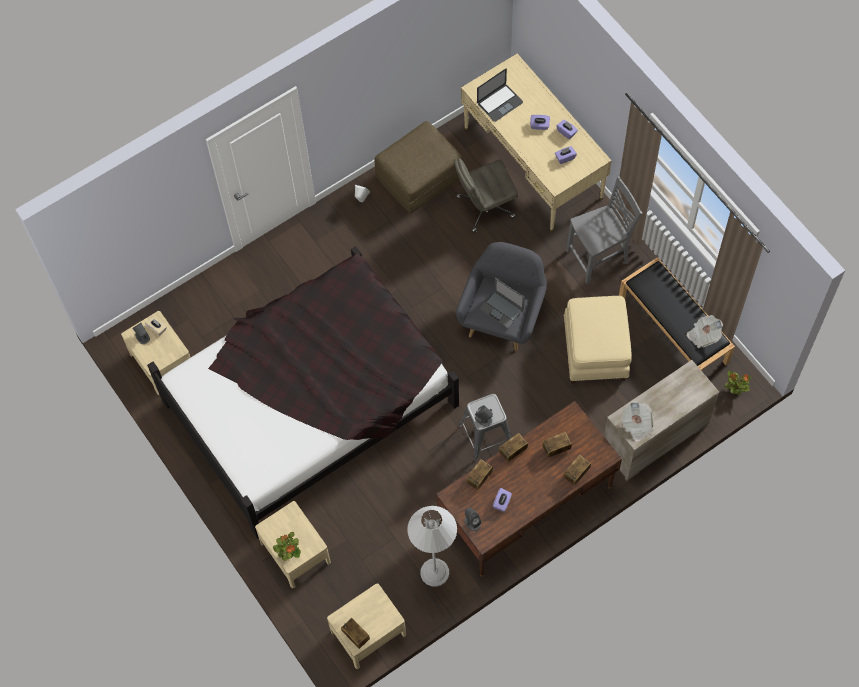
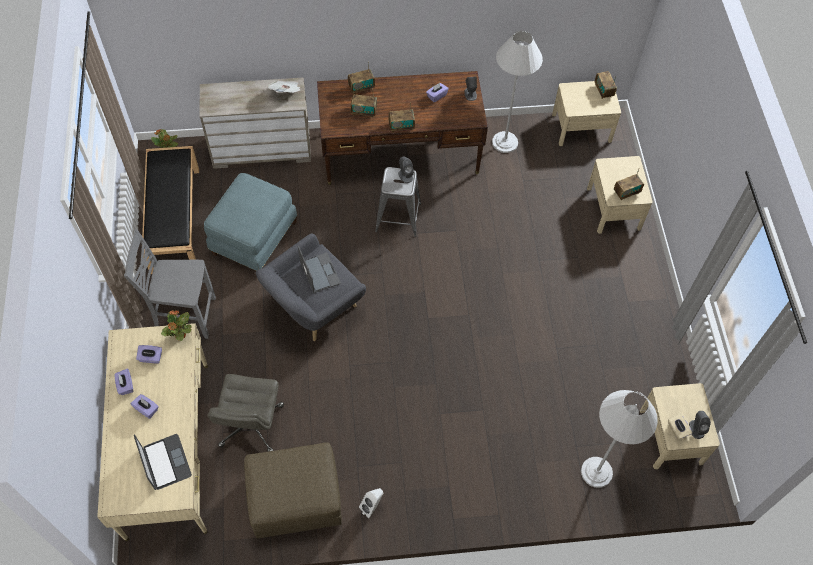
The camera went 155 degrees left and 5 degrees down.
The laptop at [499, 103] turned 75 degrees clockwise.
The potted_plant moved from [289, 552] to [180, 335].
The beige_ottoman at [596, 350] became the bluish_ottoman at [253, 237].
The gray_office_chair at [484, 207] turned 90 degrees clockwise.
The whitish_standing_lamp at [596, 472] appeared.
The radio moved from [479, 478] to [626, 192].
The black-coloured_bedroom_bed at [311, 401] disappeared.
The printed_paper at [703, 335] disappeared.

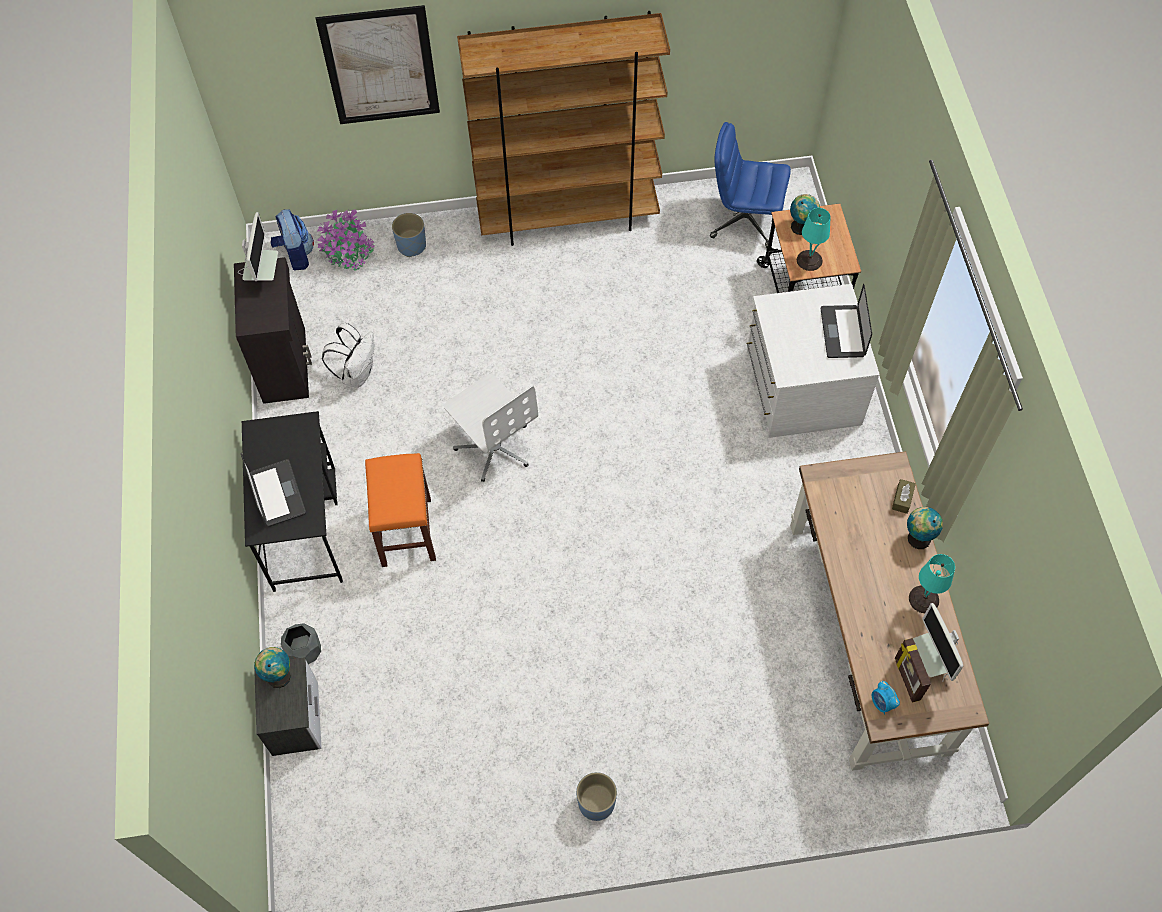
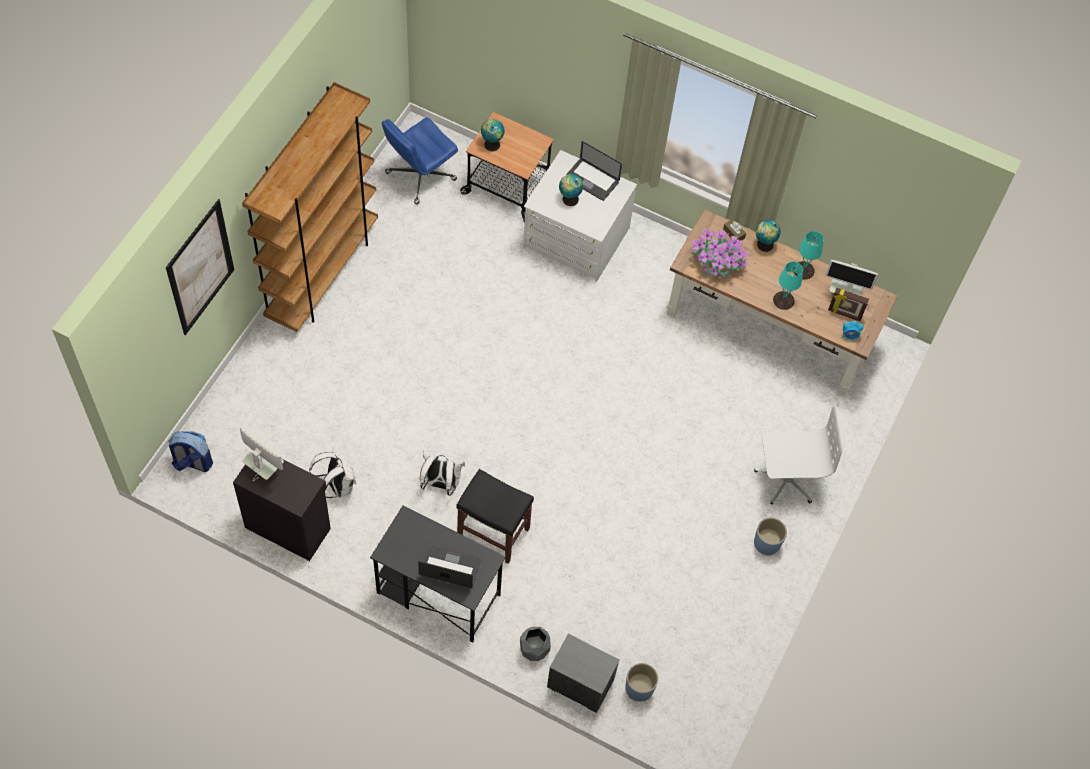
The camera went 60 degrees left and 0 degrees up.
The whitish_backpack at [441, 483] appeared.
The orange_stool at [407, 533] became the black-coloured_stool at [494, 532].
The world_globe moved from [278, 675] to [569, 199].
The bluish_plant_pot moved from [411, 245] to [639, 688].
The potted_plant moved from [348, 253] to [717, 263].
The whitish_office_chair moved from [494, 447] to [786, 478].
The turquoise_table_lamp moved from [809, 261] to [784, 300].

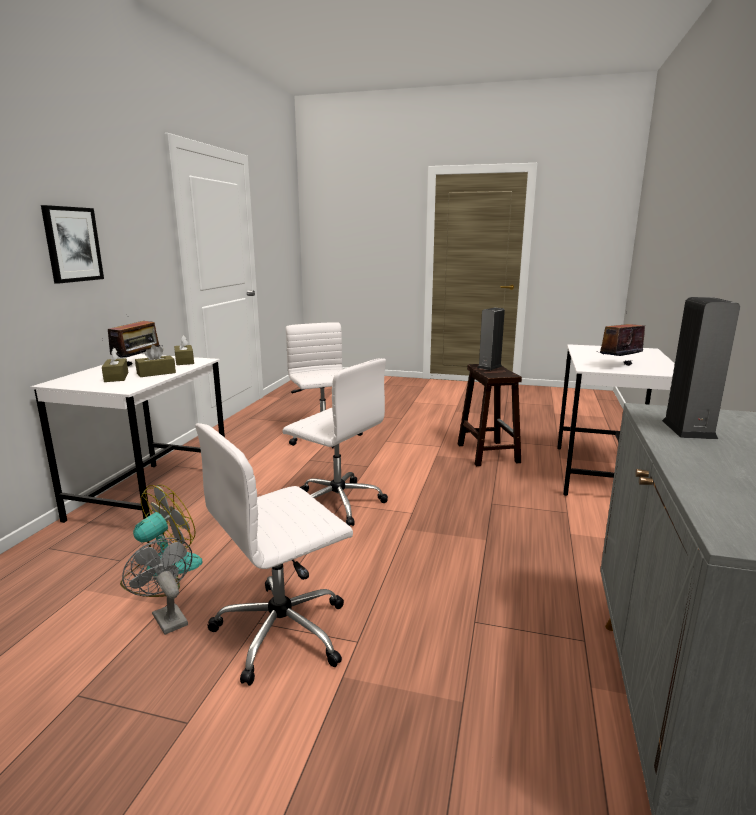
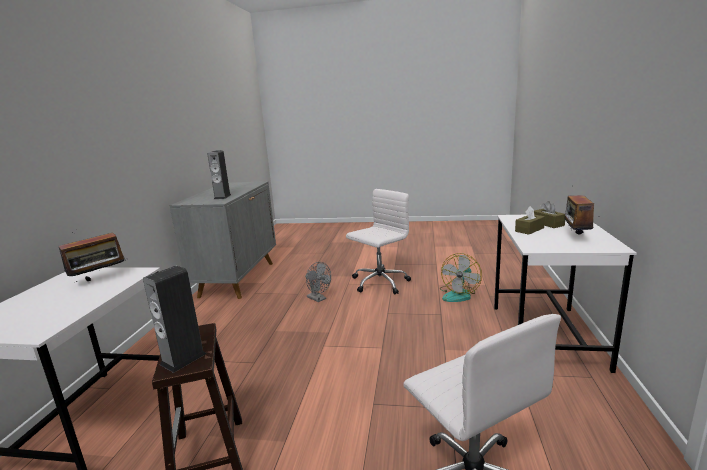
The camera went 175 degrees right and 0 degrees up.
The gray_cooling_fan moved from [166, 616] to [318, 299].
The picture at [72, 244] disappeared.
The brown-coloured_tissue_box at [184, 361] disappeared.
The whitish_office_chair at [336, 503] disappeared.

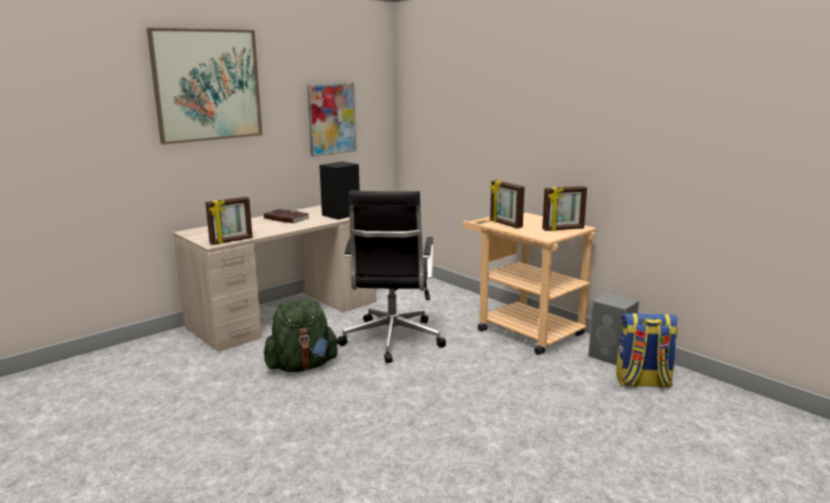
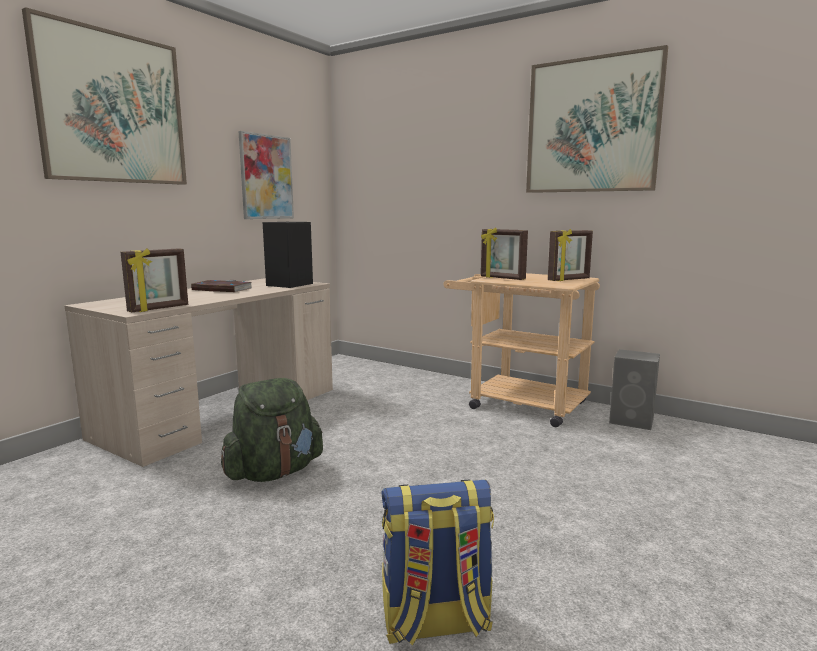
The camera went 15 degrees left and 5 degrees down.
The backpack moved from [642, 382] to [435, 622].
The picture at [592, 126] appeared.
The black-coloured_office_chair at [392, 340] disappeared.

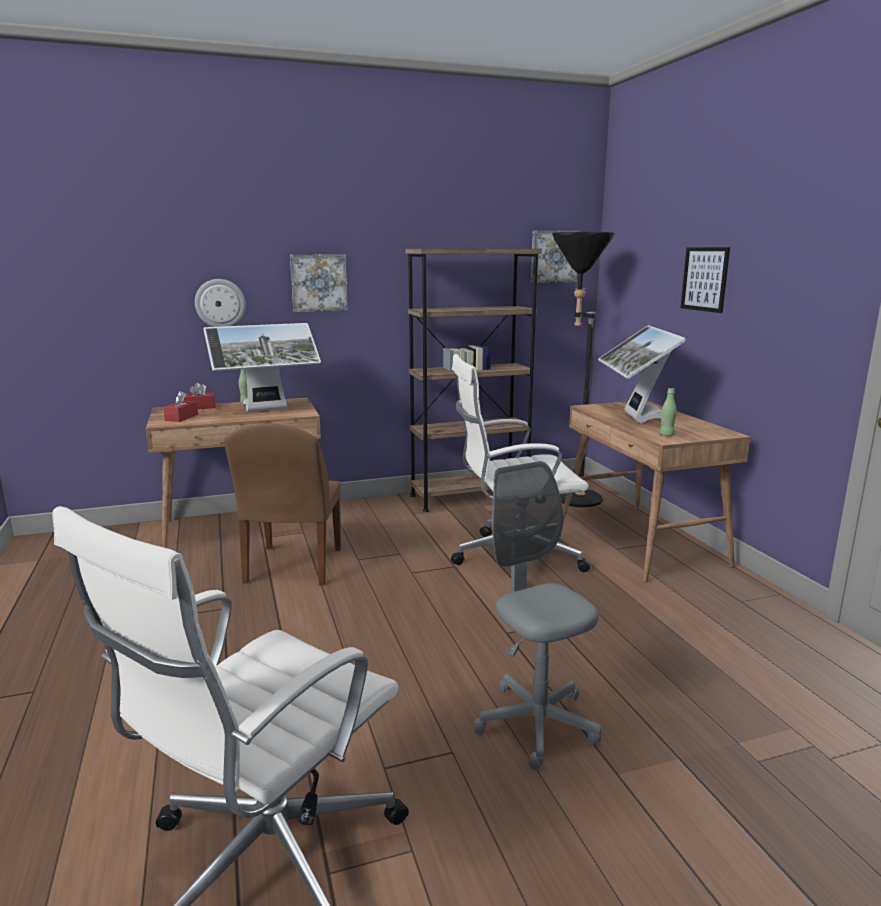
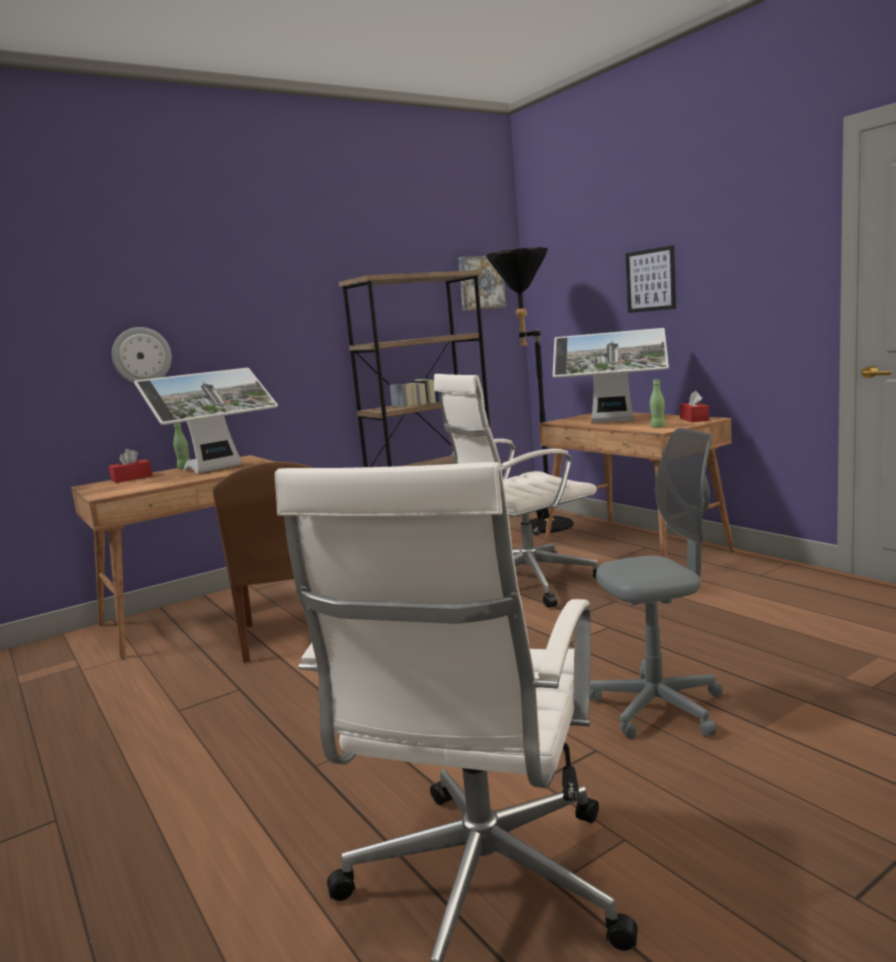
The camera went 15 degrees left and 5 degrees down.
The monitor at [635, 418] turned 60 degrees counterclockwise.
The gray_office_chair at [536, 724] turned 120 degrees clockwise.
The red-coloured_tissue_box moved from [181, 417] to [694, 419].
The picture at [319, 283] disappeared.

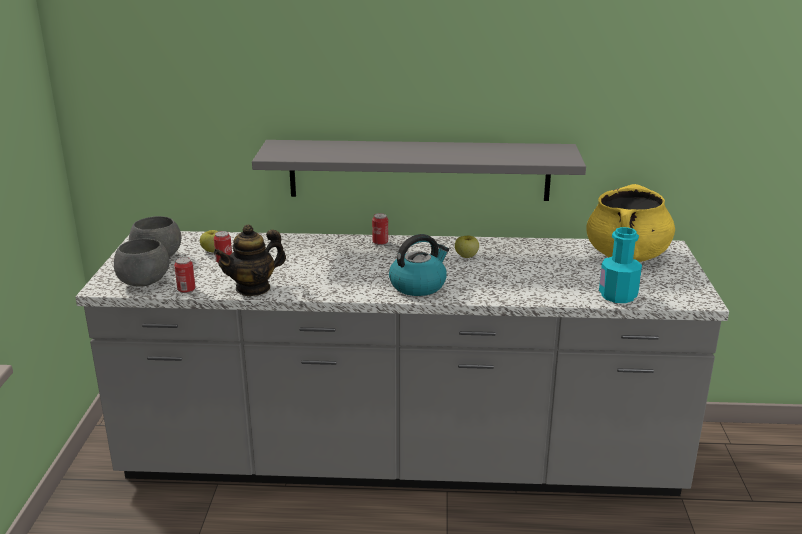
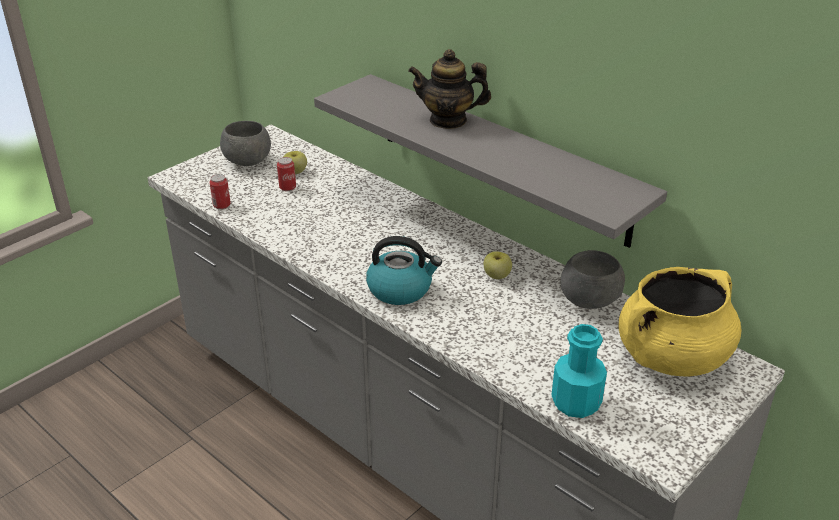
The camera went 40 degrees right and 10 degrees up.
The pot_for_tea moved from [253, 288] to [448, 120].
The gray_deep_dish moved from [145, 283] to [590, 302].
The metal_can at [380, 242] disappeared.

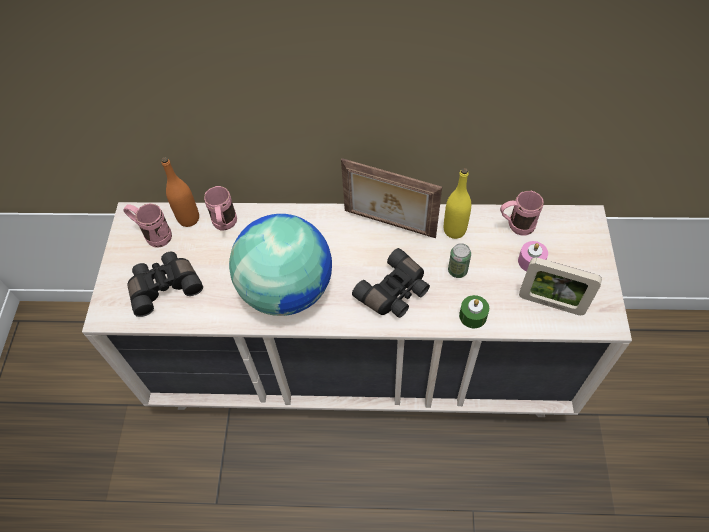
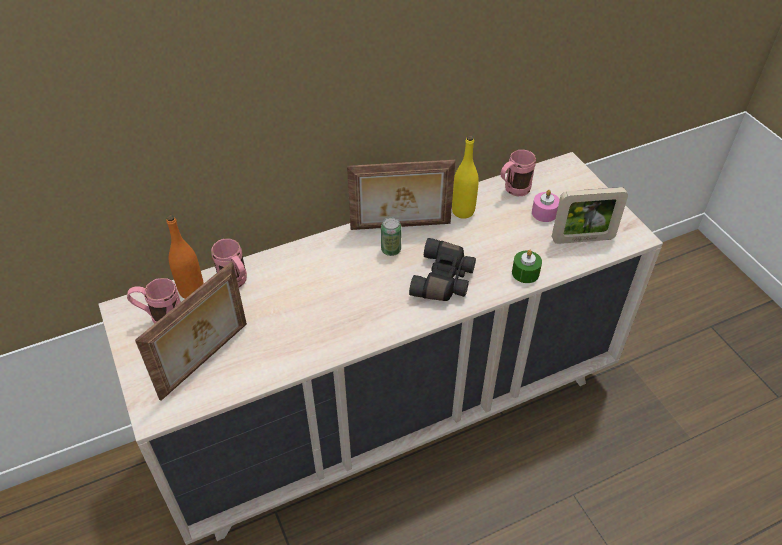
The camera went 30 degrees left and 10 degrees down.
The black-coloured_binoculars at [164, 286] was replaced by the photo_frame at [206, 361].
The metal_can moved from [457, 270] to [391, 250].
The world_globe at [287, 289] disappeared.

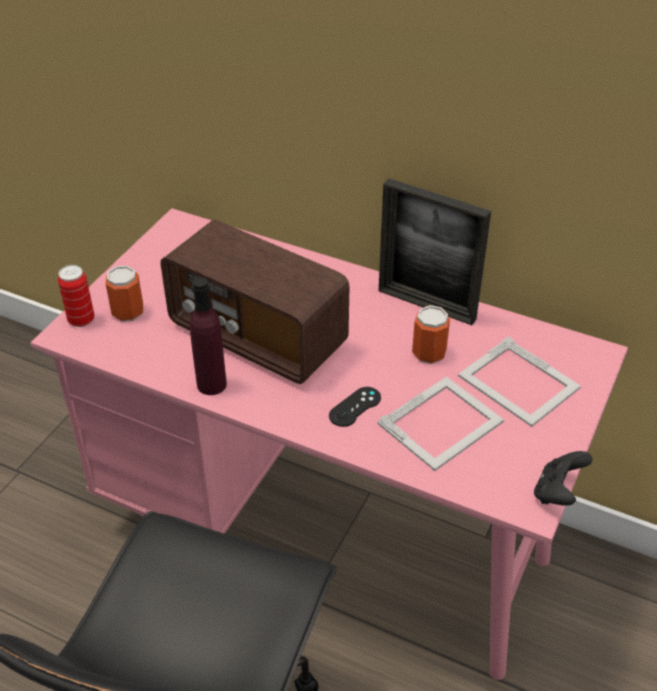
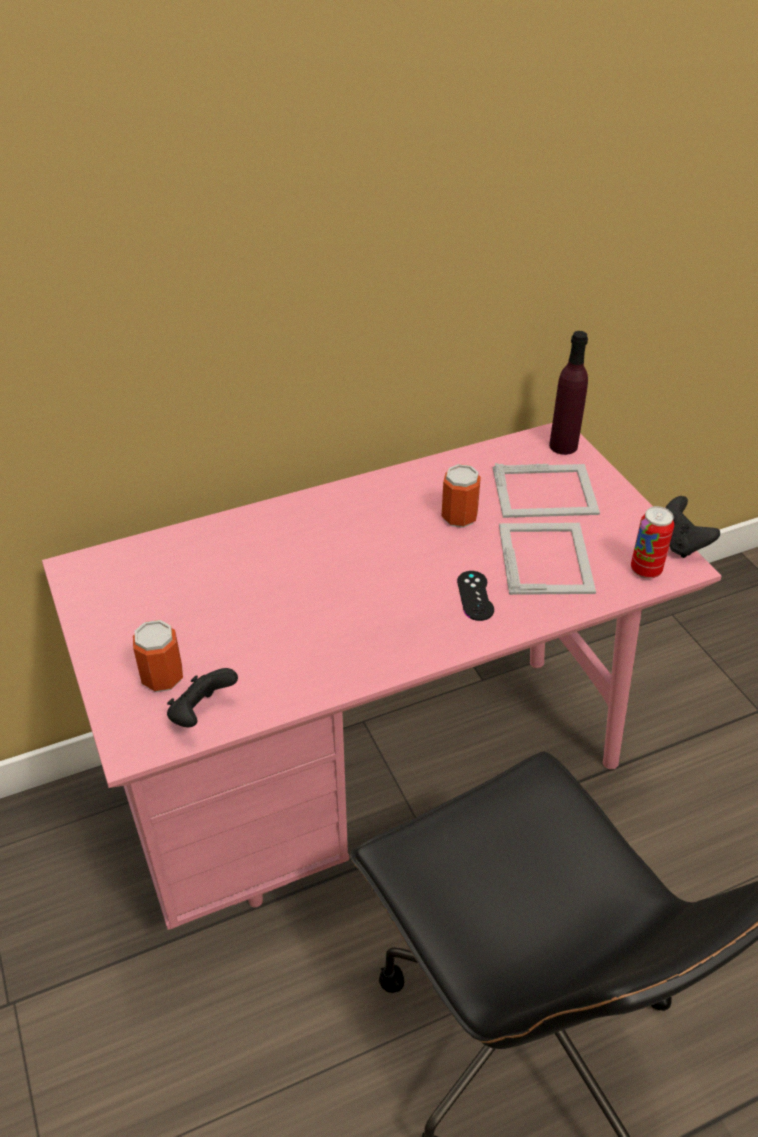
The camera went 50 degrees left and 0 degrees up.
The black-coloured_gamepad at [201, 713] appeared.
The purple_bottle moved from [211, 384] to [563, 446].
The metal_can moved from [81, 320] to [645, 570].
The radio at [258, 336] disappeared.
The photo_frame at [426, 305] disappeared.

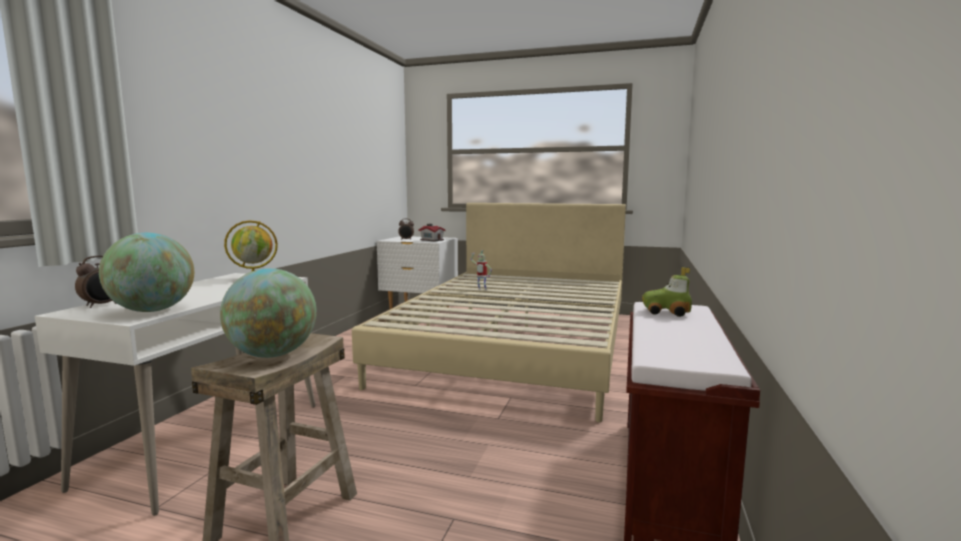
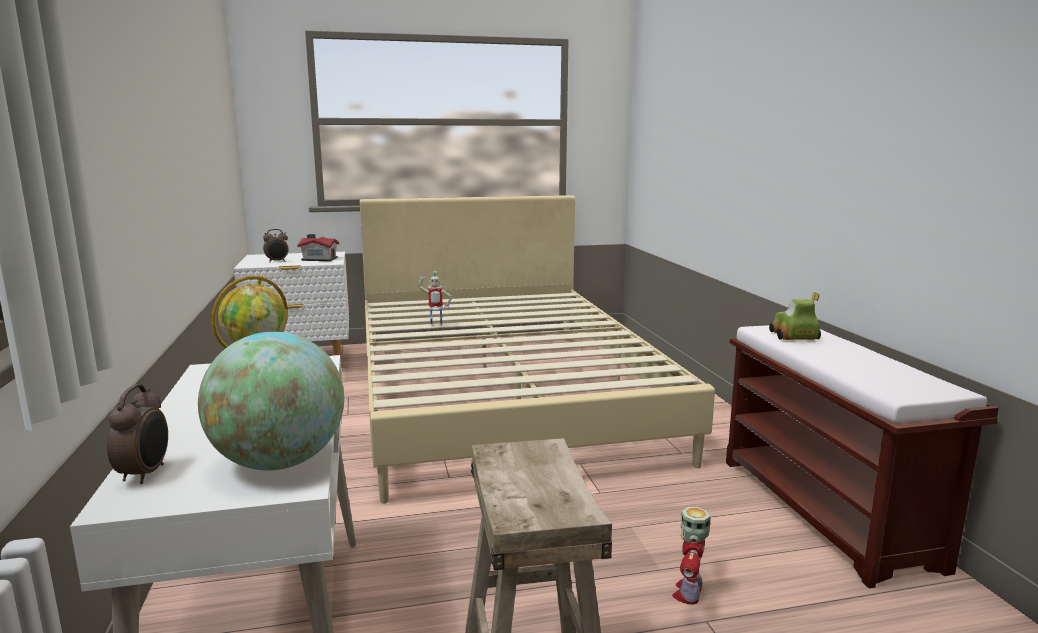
The camera went 30 degrees left and 5 degrees up.
The robot_figure at [689, 592] appeared.
The miniature_car at [666, 312] turned 105 degrees clockwise.
The world_globe at [272, 355] disappeared.

